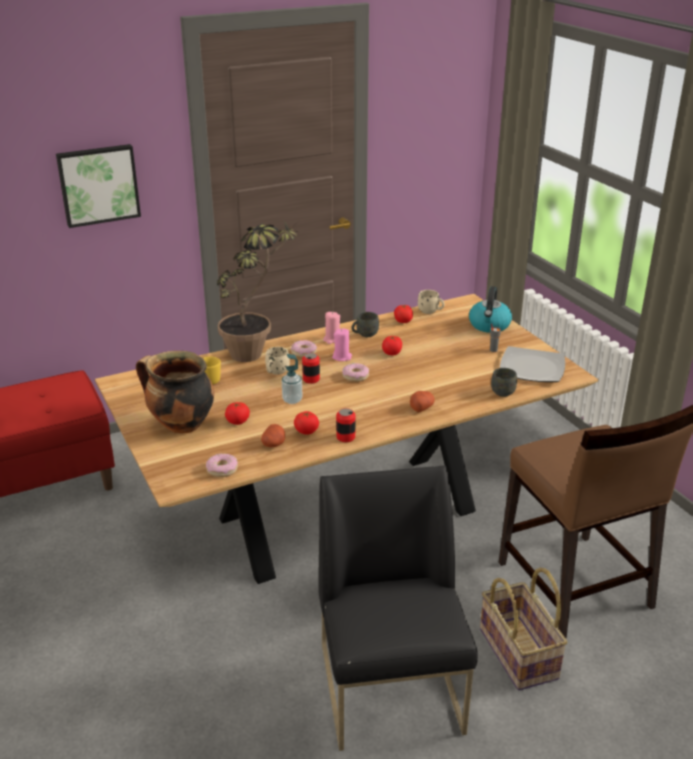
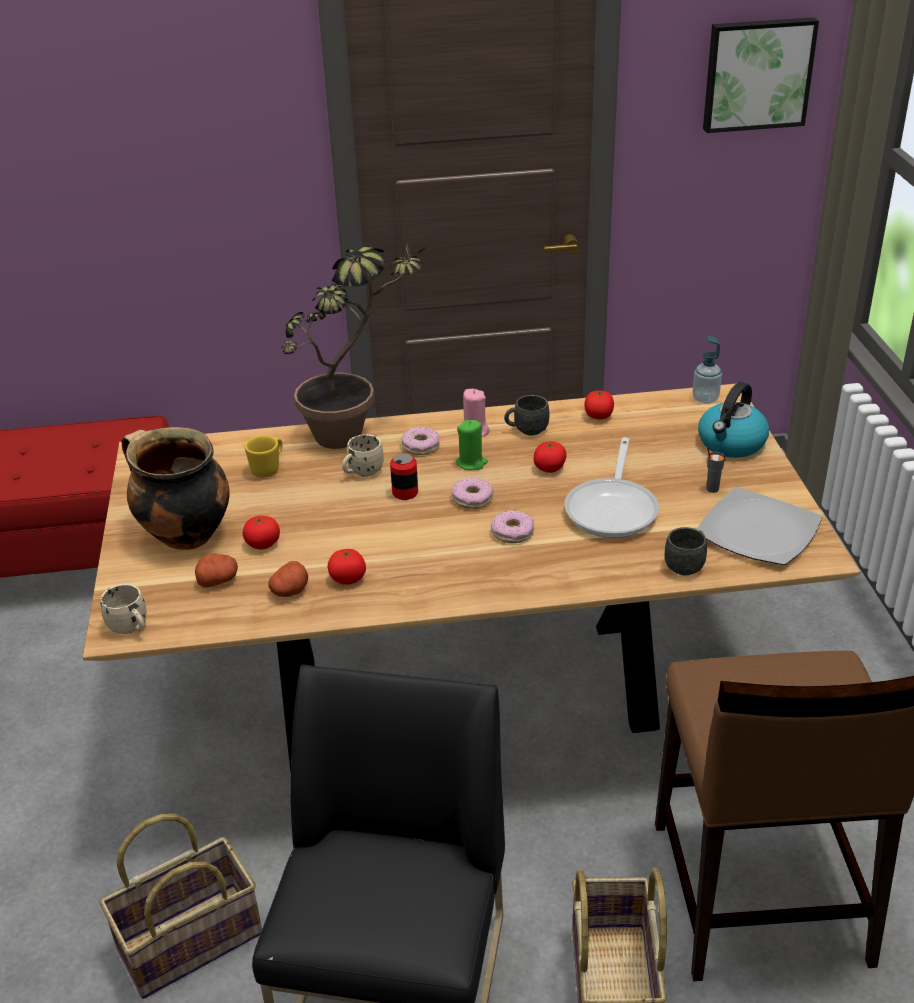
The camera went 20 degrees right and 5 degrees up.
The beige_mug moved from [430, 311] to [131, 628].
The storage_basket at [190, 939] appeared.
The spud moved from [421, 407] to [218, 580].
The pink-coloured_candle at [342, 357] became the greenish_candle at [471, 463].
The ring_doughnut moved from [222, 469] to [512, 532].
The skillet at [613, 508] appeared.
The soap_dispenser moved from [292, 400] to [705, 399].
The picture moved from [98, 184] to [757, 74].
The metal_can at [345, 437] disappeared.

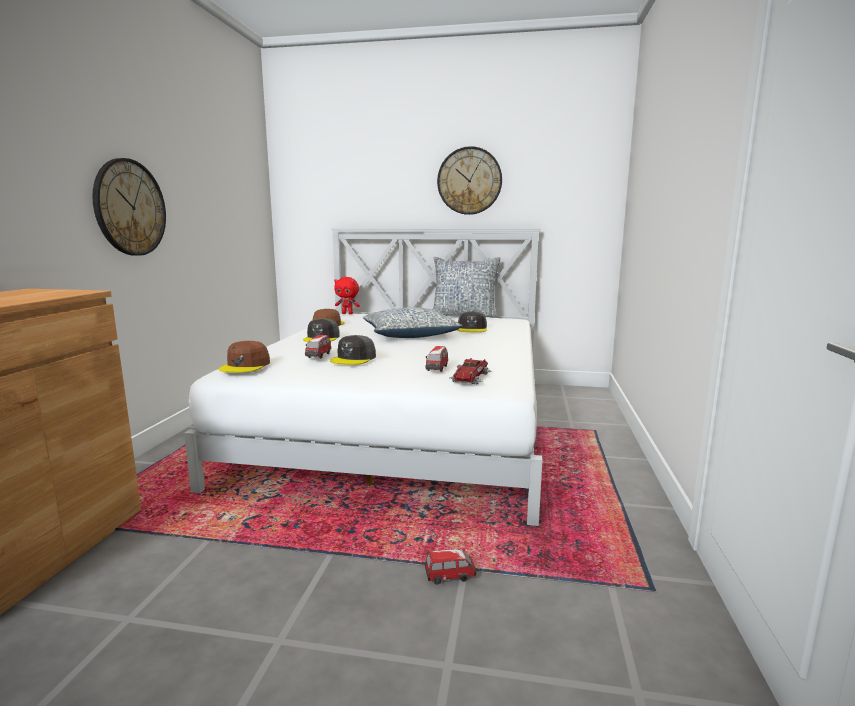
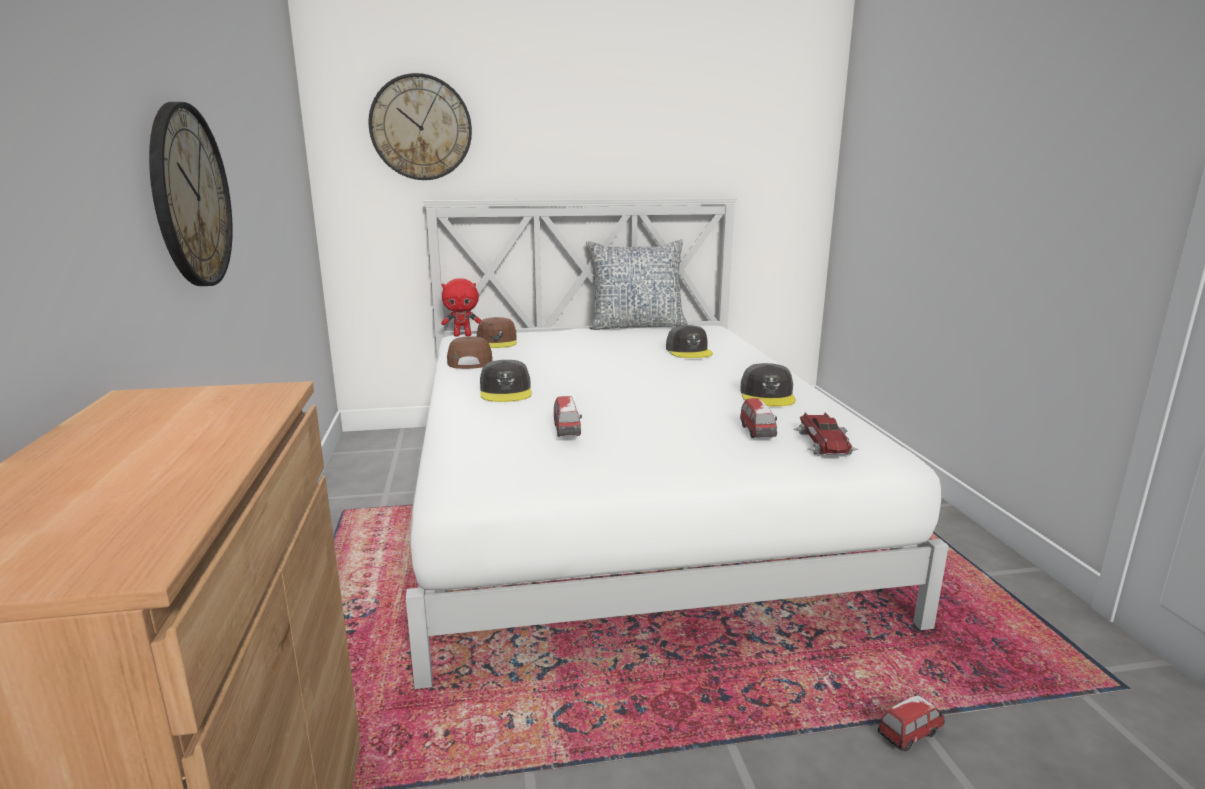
The camera went 20 degrees left and 5 degrees up.
The wall_clock moved from [469, 181] to [421, 128].
The brown-coloured_cap moved from [245, 366] to [497, 341].
The gray_cap moved from [353, 358] to [767, 395].
The throw_pillow at [410, 335] disappeared.

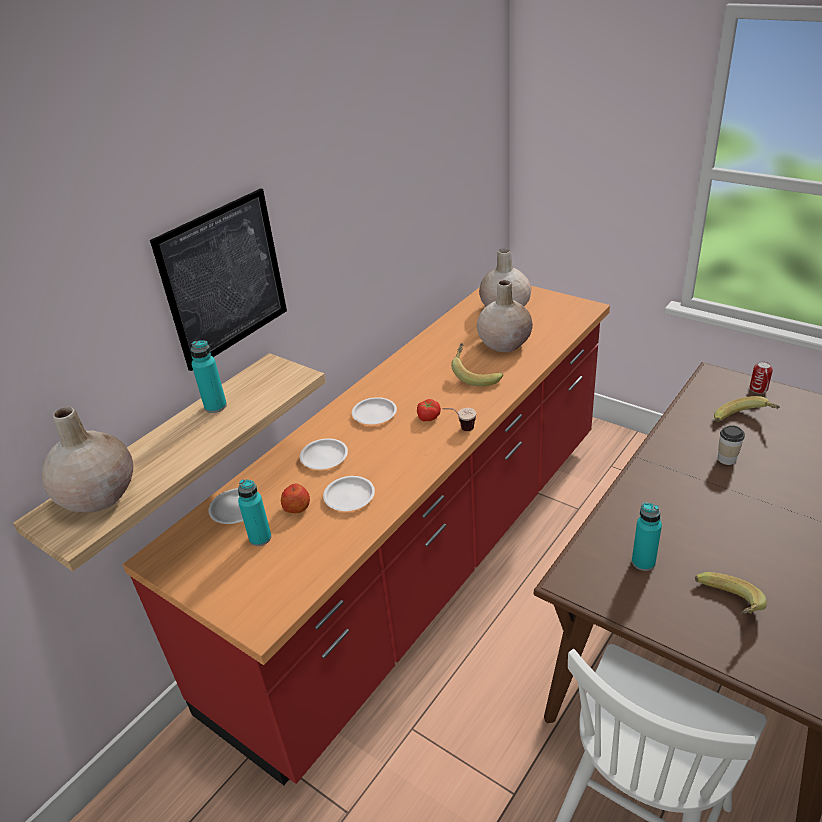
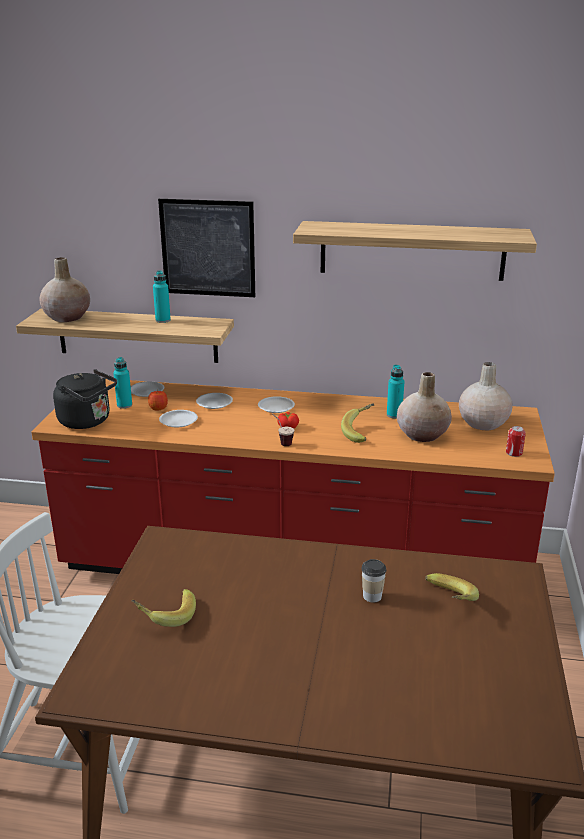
The camera went 60 degrees right and 10 degrees down.
The black-coloured_water_kettle at [88, 421] appeared.
The shelf at [412, 250] appeared.
The turquoise_bottle moved from [643, 562] to [394, 415].
The metal_can moved from [758, 389] to [514, 453].

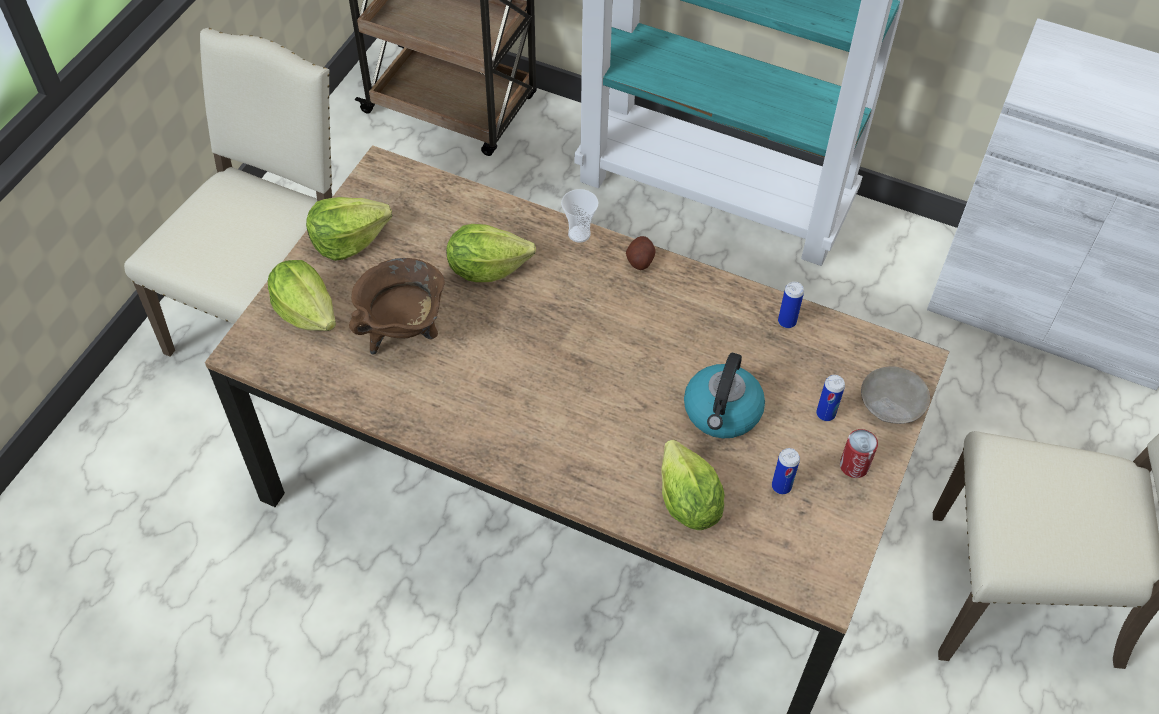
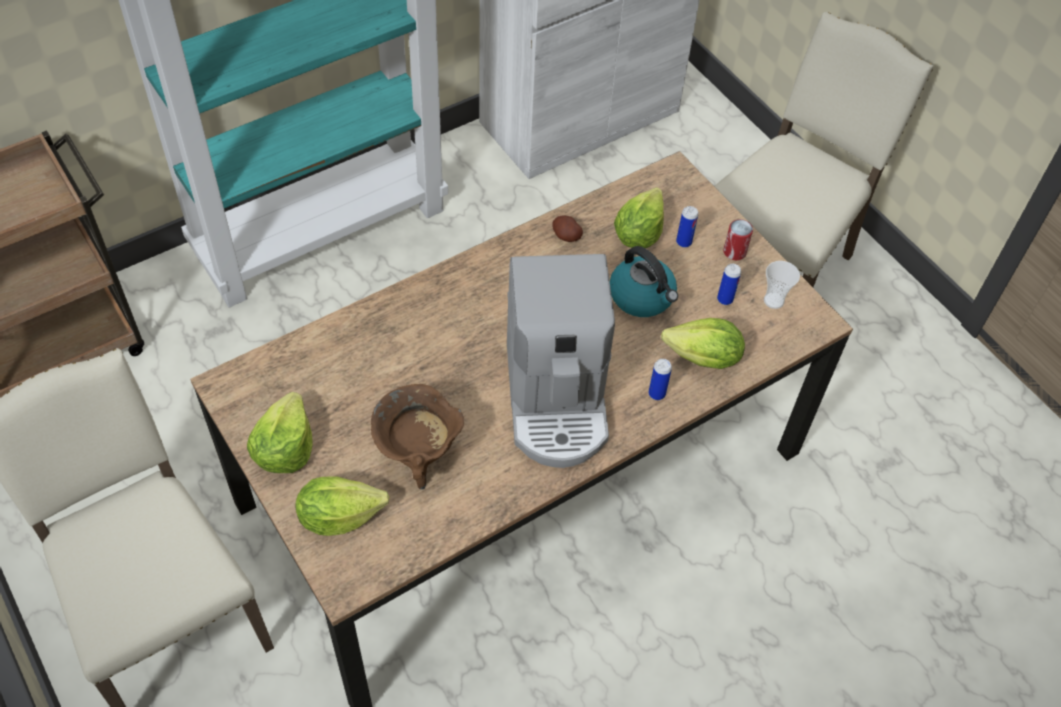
The camera went 60 degrees left and 0 degrees up.
The coffee_machine at [557, 399] appeared.
The spud moved from [640, 260] to [566, 236].
The lettuce_head moved from [486, 268] to [638, 234].
The metal_can moved from [787, 322] to [656, 394].
The cup moved from [579, 234] to [773, 300].
The beige_plate at [891, 402] disappeared.

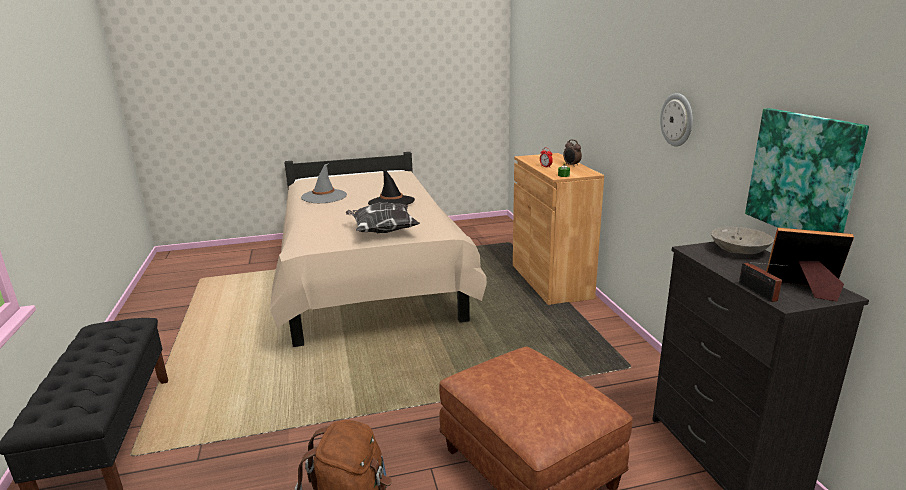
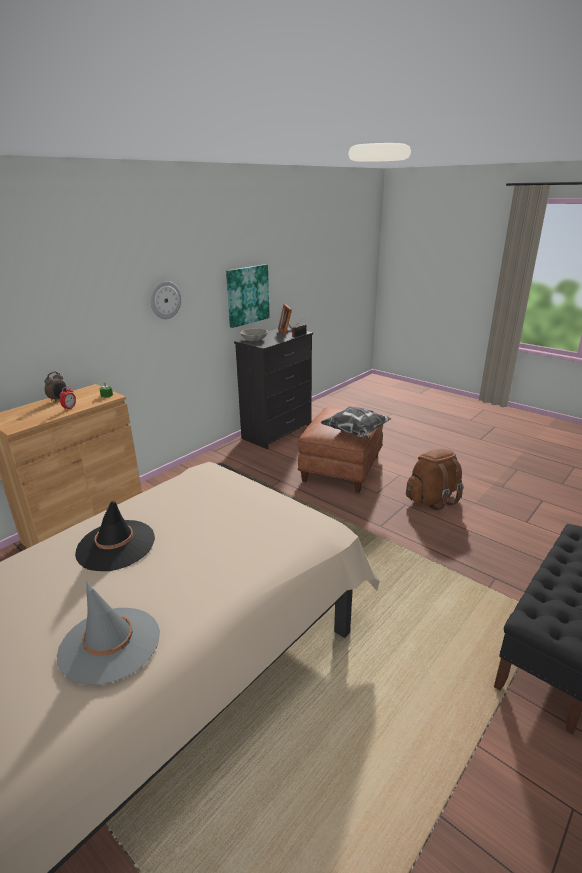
The camera went 125 degrees left and 5 degrees up.
The throw_pillow moved from [382, 231] to [356, 433].

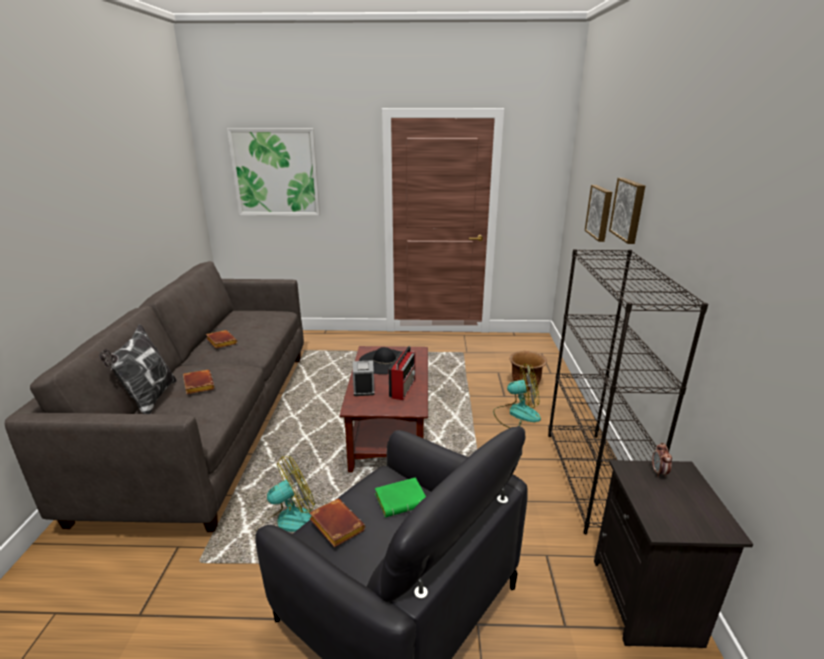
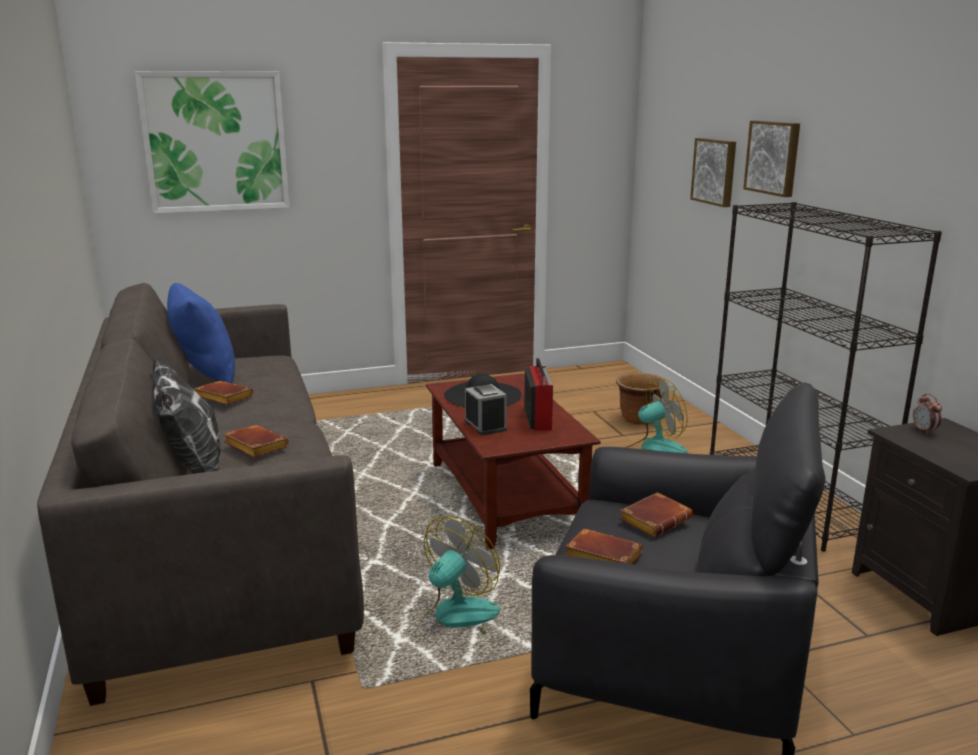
The camera went 20 degrees left and 5 degrees down.
The bluish_throw_pillow at [205, 374] appeared.
The greenish_volume at [401, 499] became the brown-coloured_volume at [655, 519].

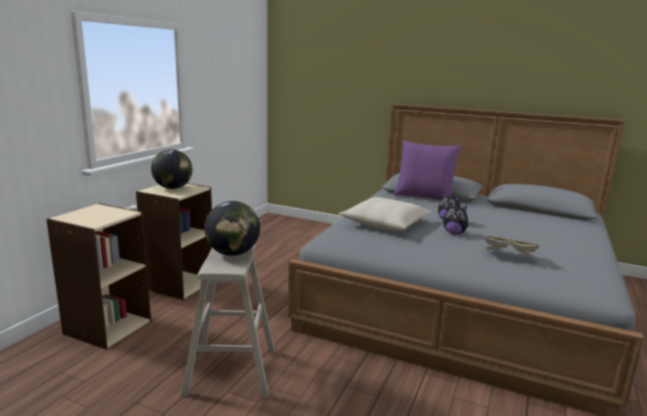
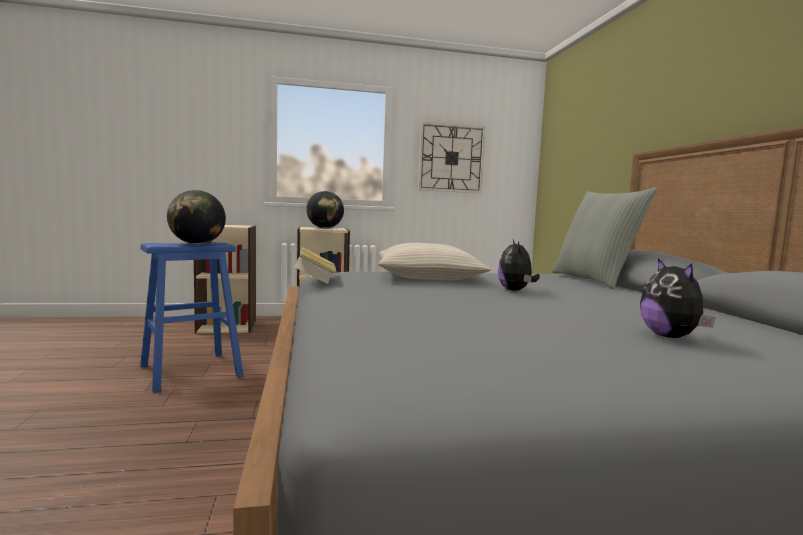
The camera went 55 degrees right and 10 degrees down.
The beige_stool at [231, 371] became the bluish_stool at [191, 371].
The volume moved from [508, 257] to [315, 279].
The wall_clock at [451, 158] appeared.
The purple_throw_pillow at [424, 197] became the gray_throw_pillow at [594, 280].
The plush_toy moved from [454, 233] to [671, 337].

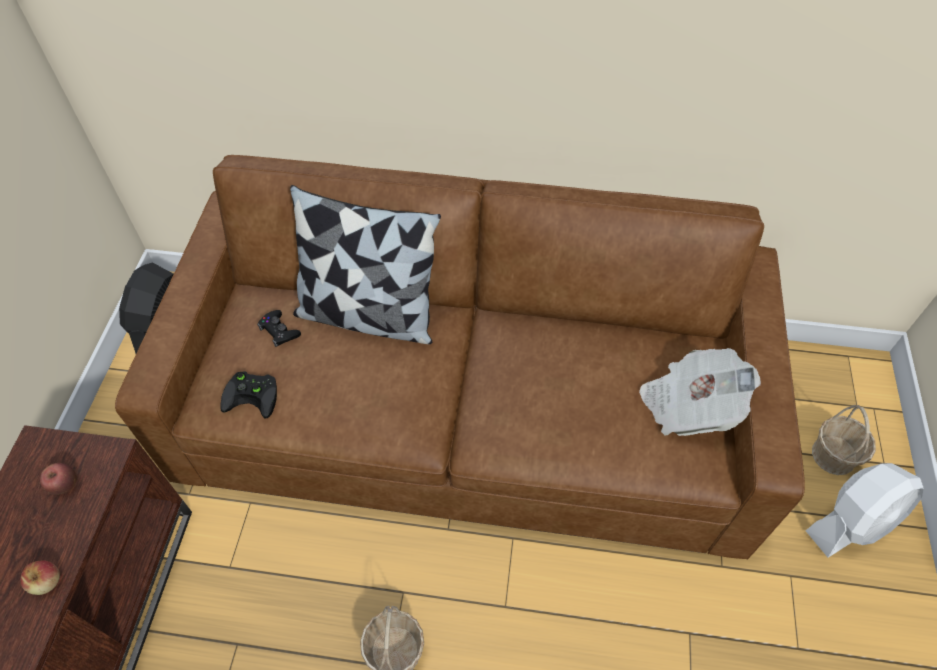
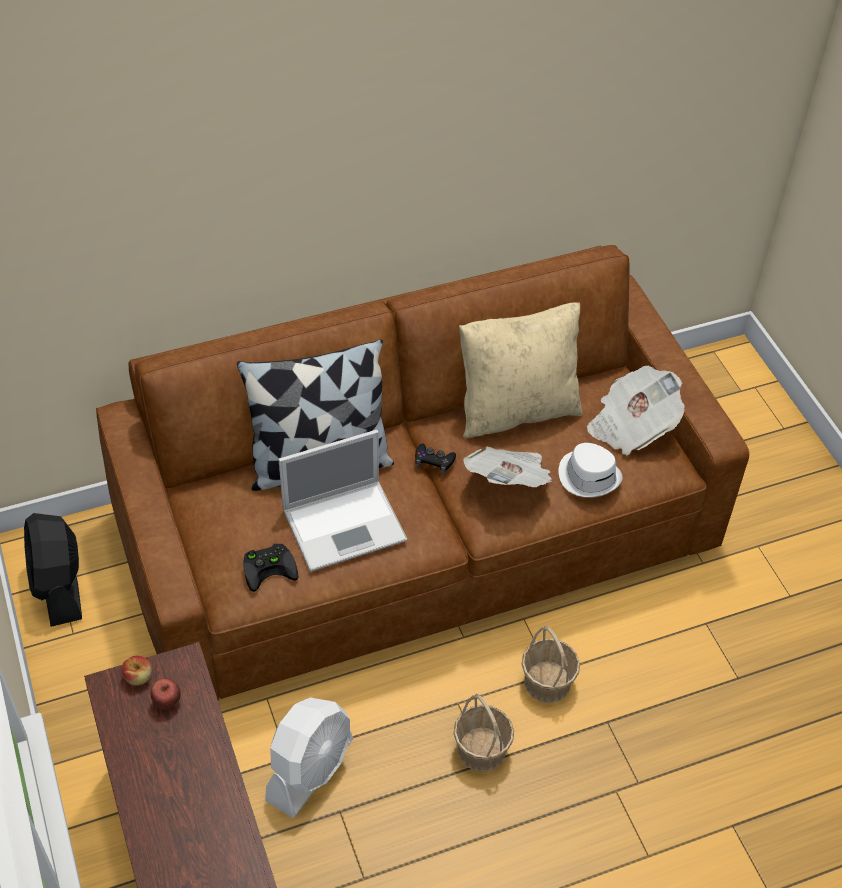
The camera went 30 degrees left and 5 degrees down.
The apple moved from [47, 582] to [138, 677].
The whitish_cooling_fan moved from [851, 522] to [310, 769].
The laptop at [346, 524] appeared.
The black-coloured_gamepad moved from [279, 331] to [434, 461].
The beige_throw_pillow at [516, 409] appeared.
The printed_paper at [509, 481] appeared.
The storage_basket moved from [834, 455] to [547, 682].
The whitish_hat at [589, 476] appeared.

